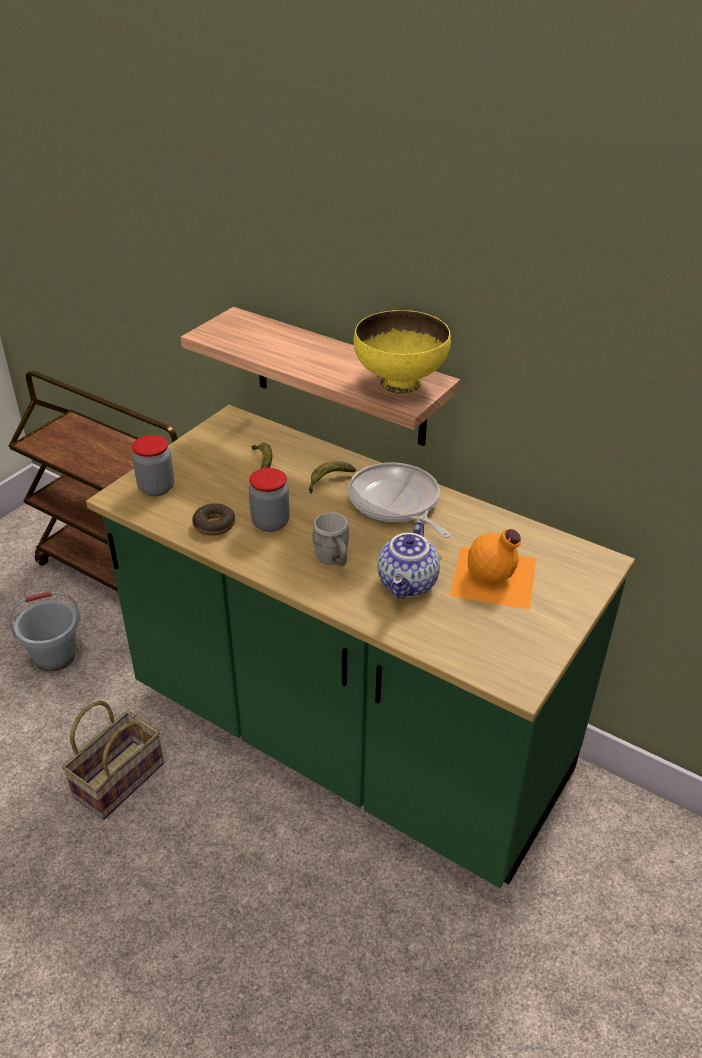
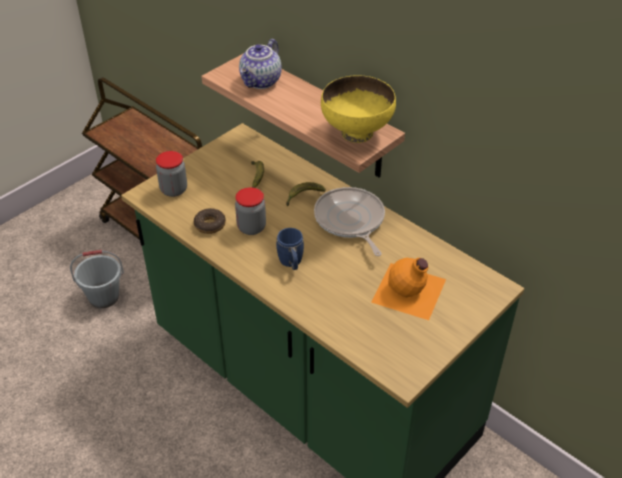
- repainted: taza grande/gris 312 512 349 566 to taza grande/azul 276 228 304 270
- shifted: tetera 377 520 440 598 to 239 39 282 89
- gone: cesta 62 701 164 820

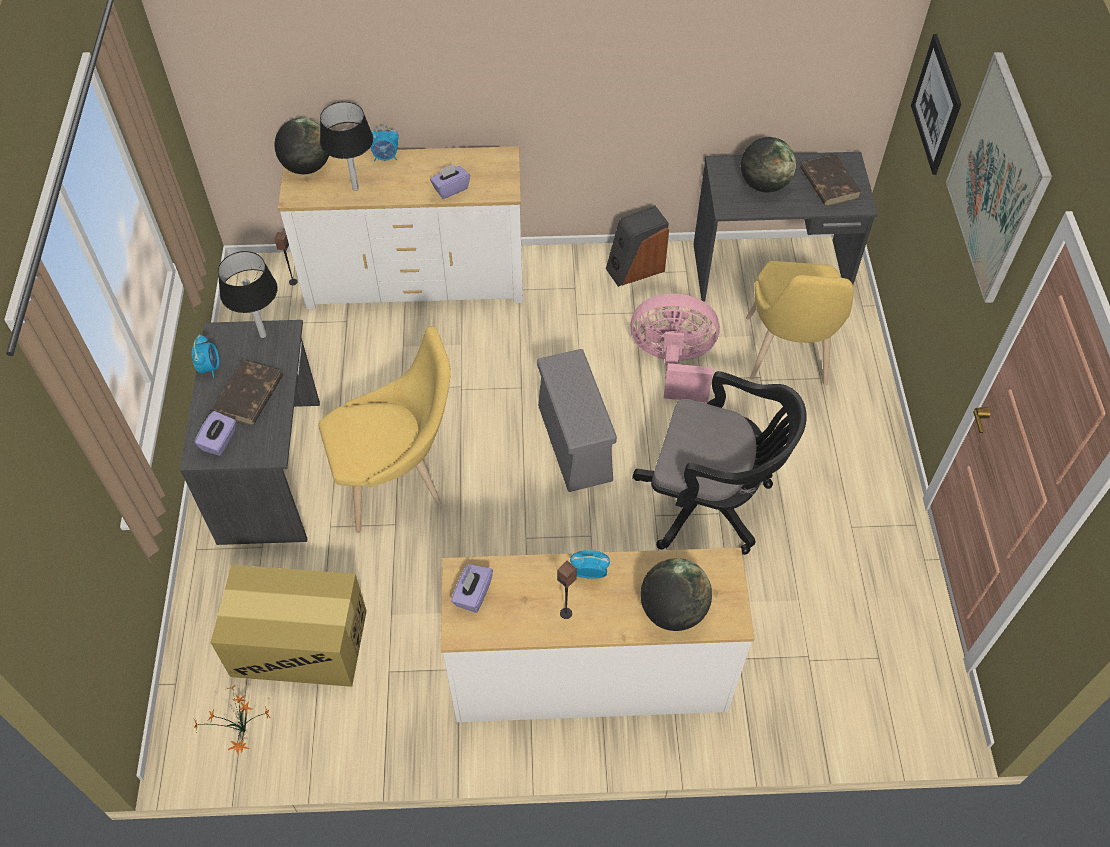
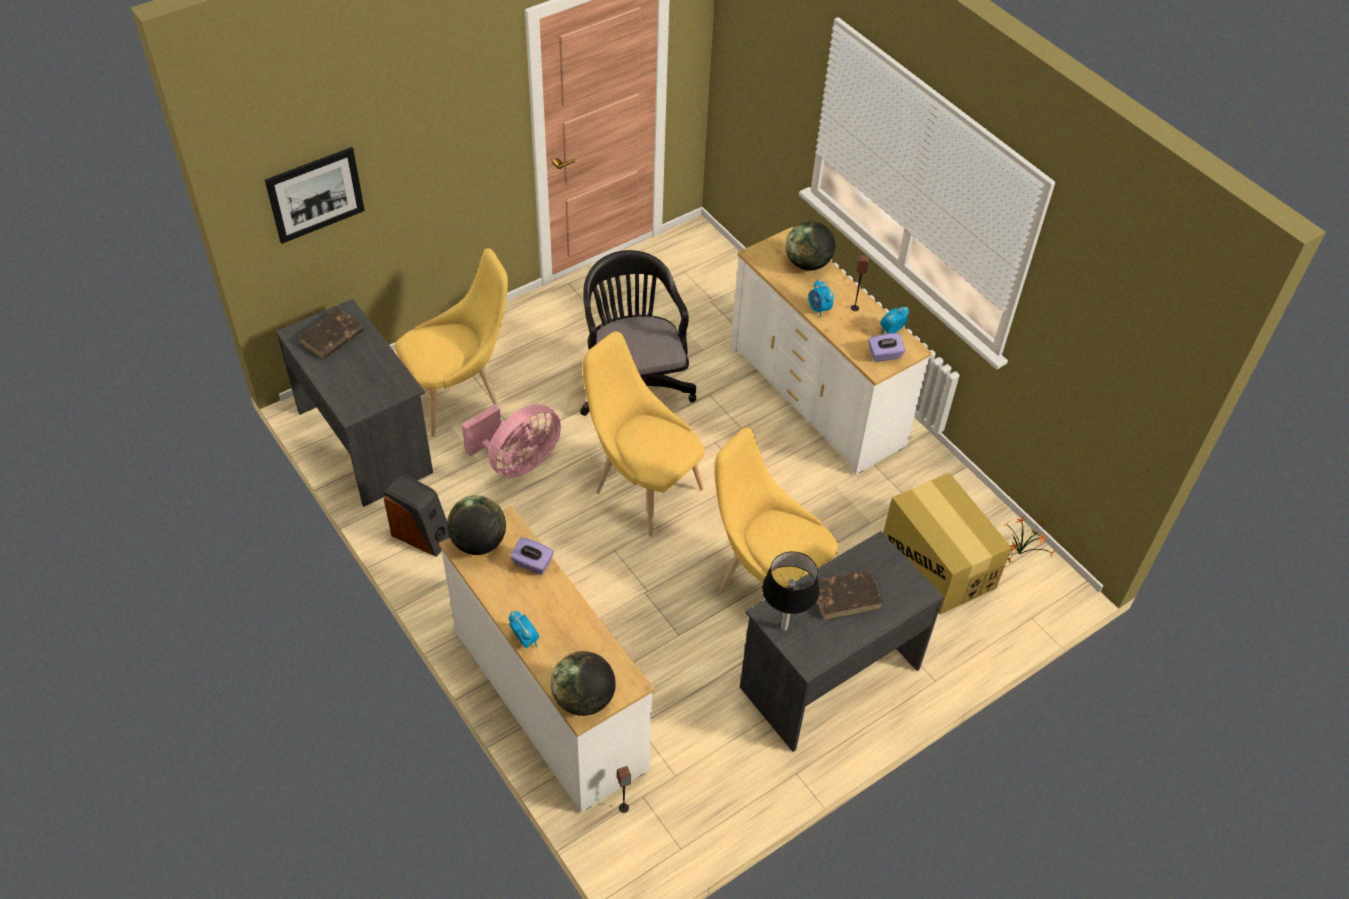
- gone: cuadro 946 52 1052 303
- gone: lámpara de mesa/negro 320 102 373 191
- shifted: globo terráqueo 741 137 796 192 to 447 495 506 555
- rotated: ventilador/rosa 630 294 720 403 = 462 404 561 478 105 degrees counterclockwise
- shifted: despertador 192 334 219 378 to 880 307 909 334
- swapped: caja de almacenaje/gris 537 349 617 492 to silla/amarillo 583 331 704 537
- gone: caja de pañuelos/morado 195 411 236 456

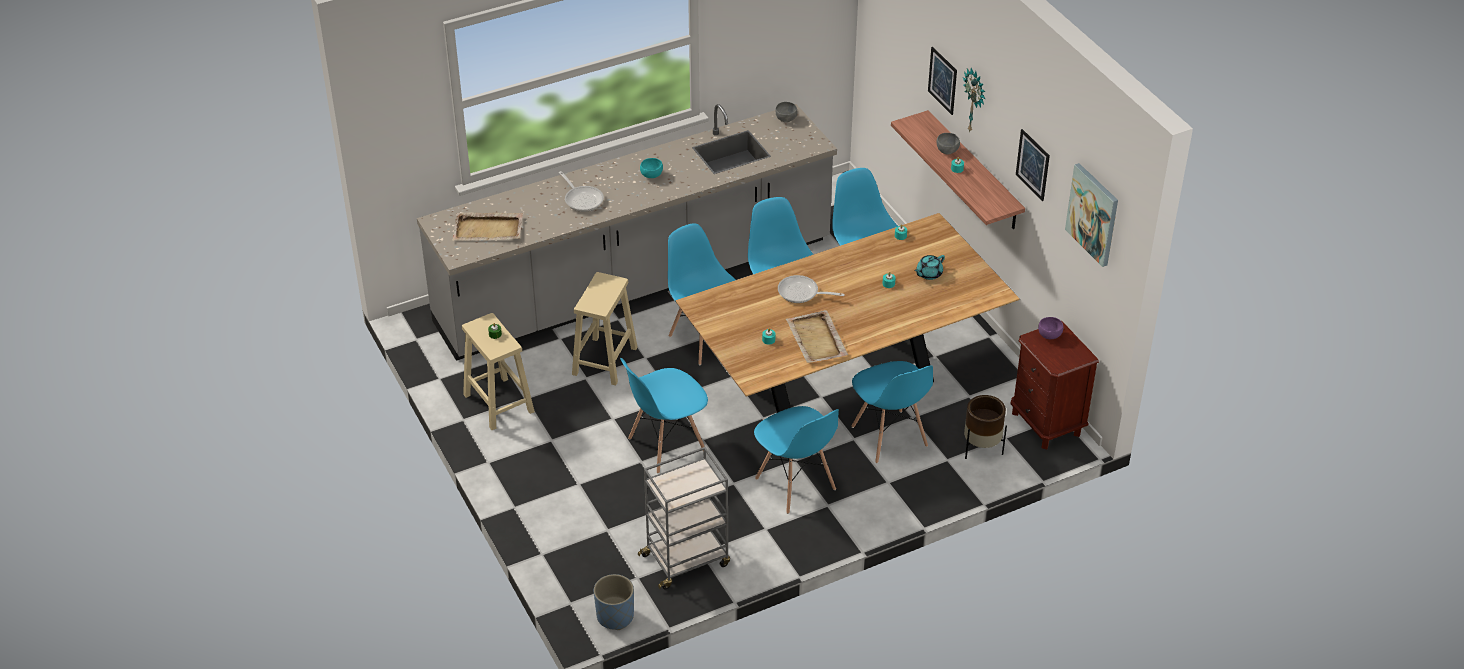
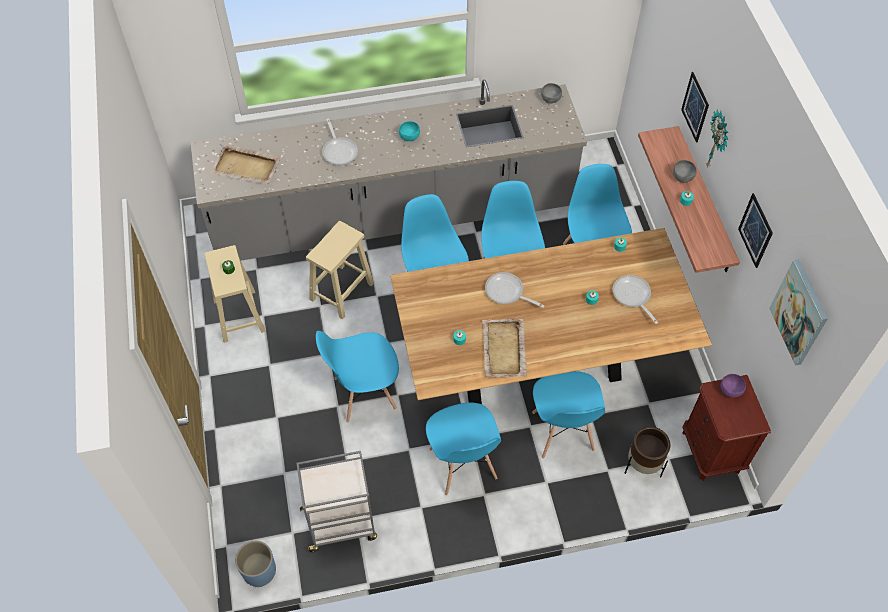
- swapped: tetera/turquesa 914 255 945 280 to sartén 613 275 658 324

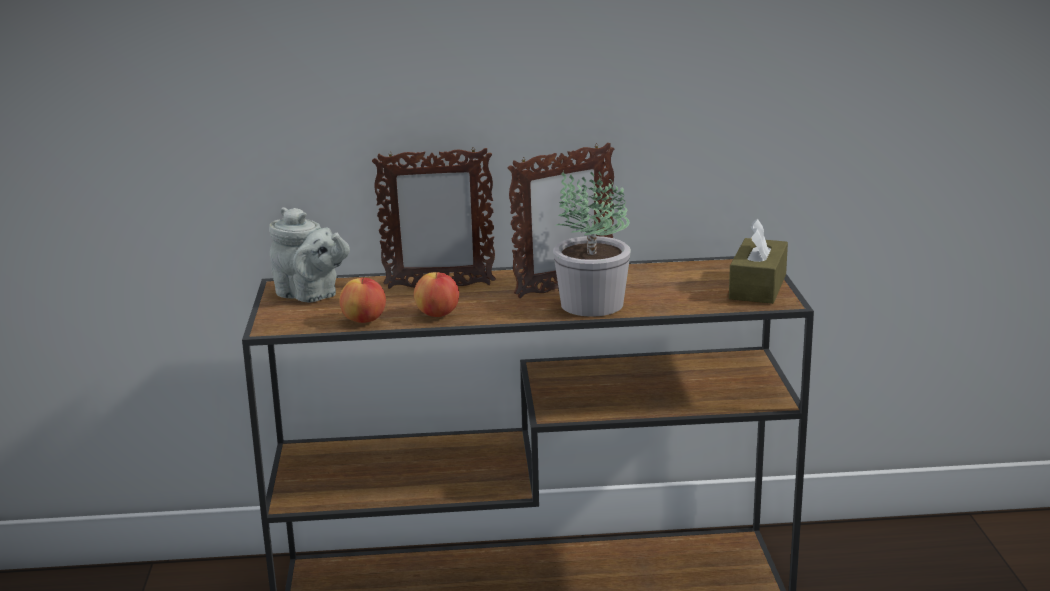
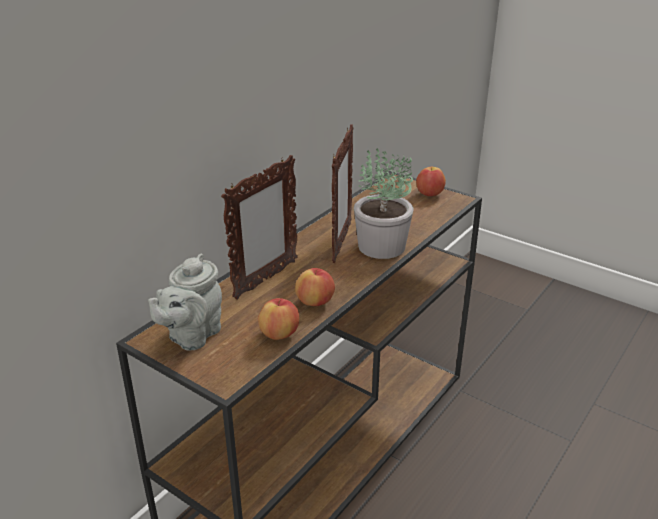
- rotated: tetera/gris 269 207 350 302 = 148 254 222 351 135 degrees clockwise
- swapped: caja de pañuelos/marrón 729 219 788 304 to manzana 416 167 446 196

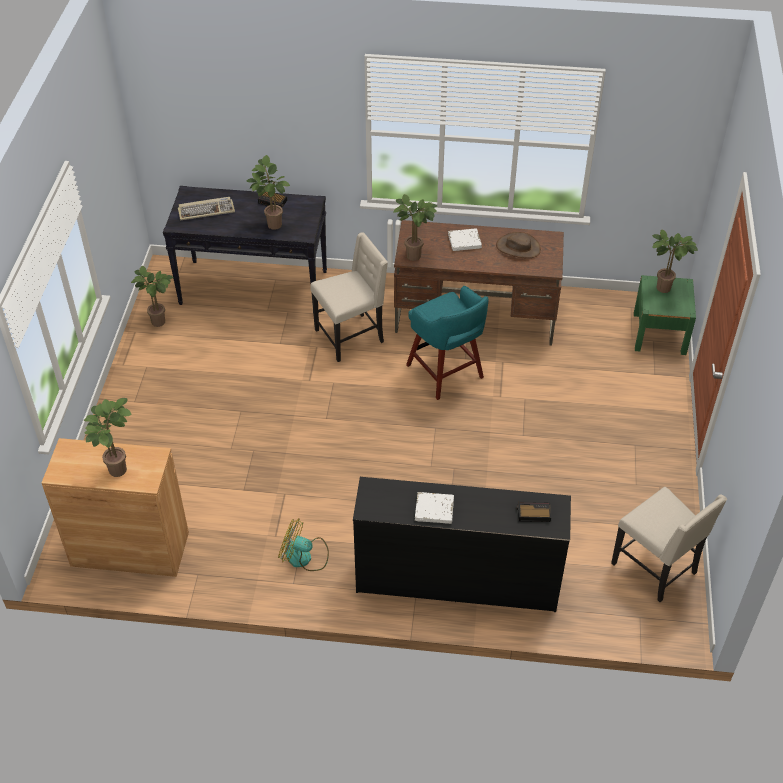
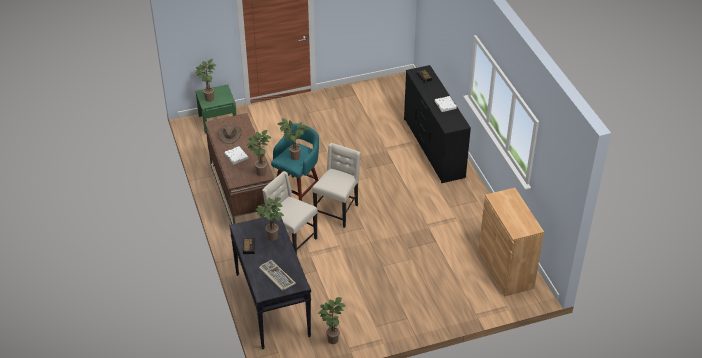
- shifted: planta en maceta 84 398 132 477 to 278 118 309 160
- shifted: silla/beis 611 487 727 602 to 312 143 361 228
- gone: ventilador 278 518 329 571

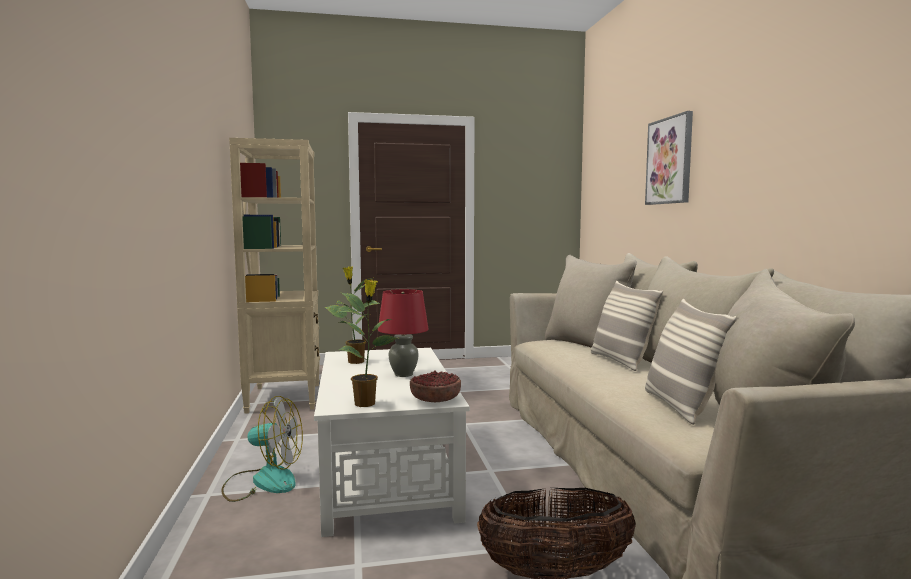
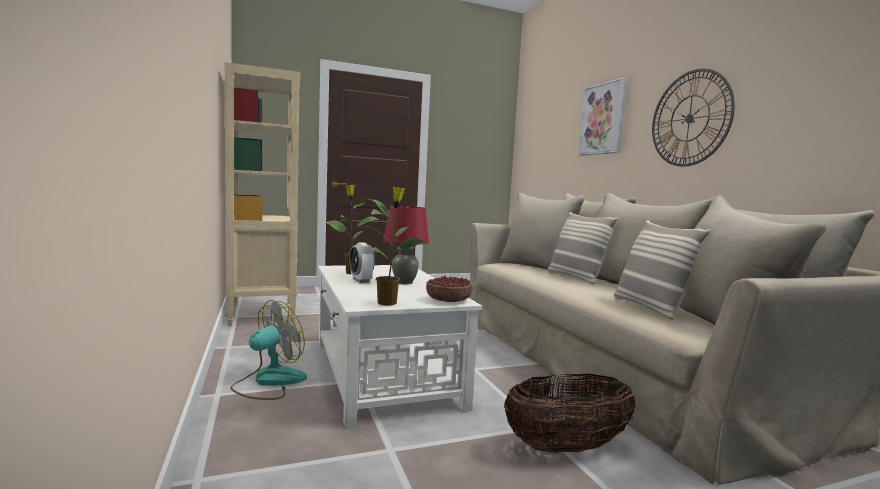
- rotated: ventilador 221 396 303 502 = 230 300 307 400 45 degrees counterclockwise
- new: reloj de pared 652 69 735 167
- new: despertador 349 242 375 283

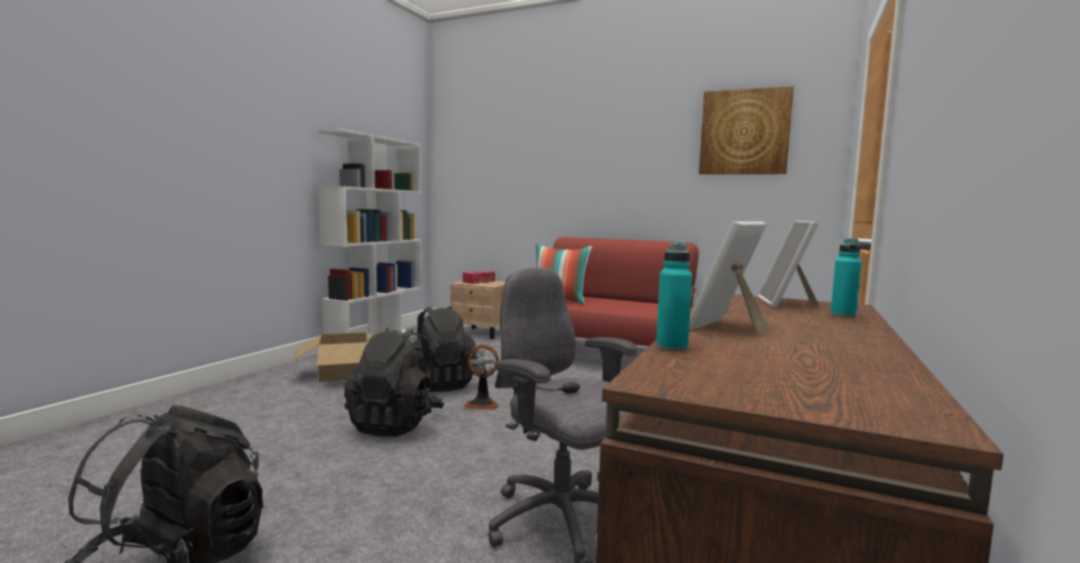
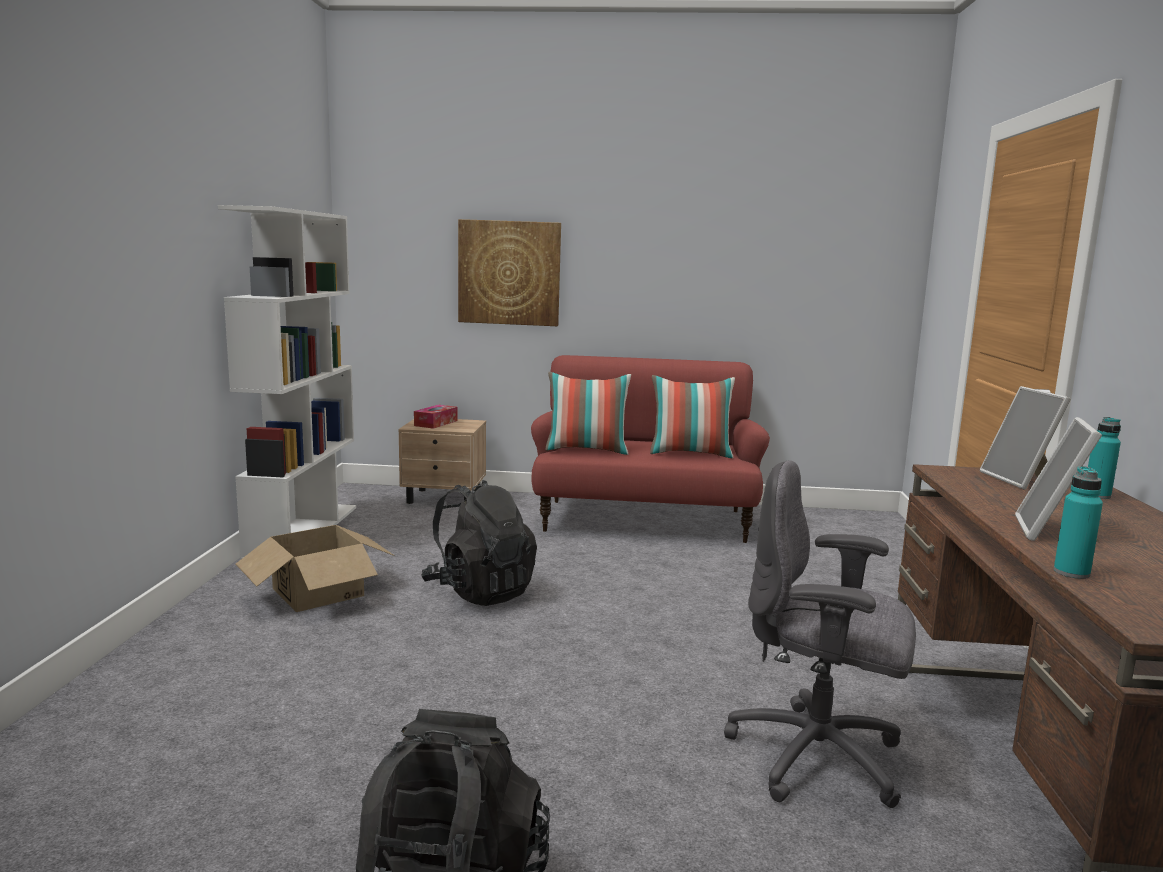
- shifted: cuadro 699 86 794 174 to 458 219 561 326
- gone: mochila/negro 344 328 445 437
- gone: ventilador 463 344 499 410
- new: cojín 650 375 735 458

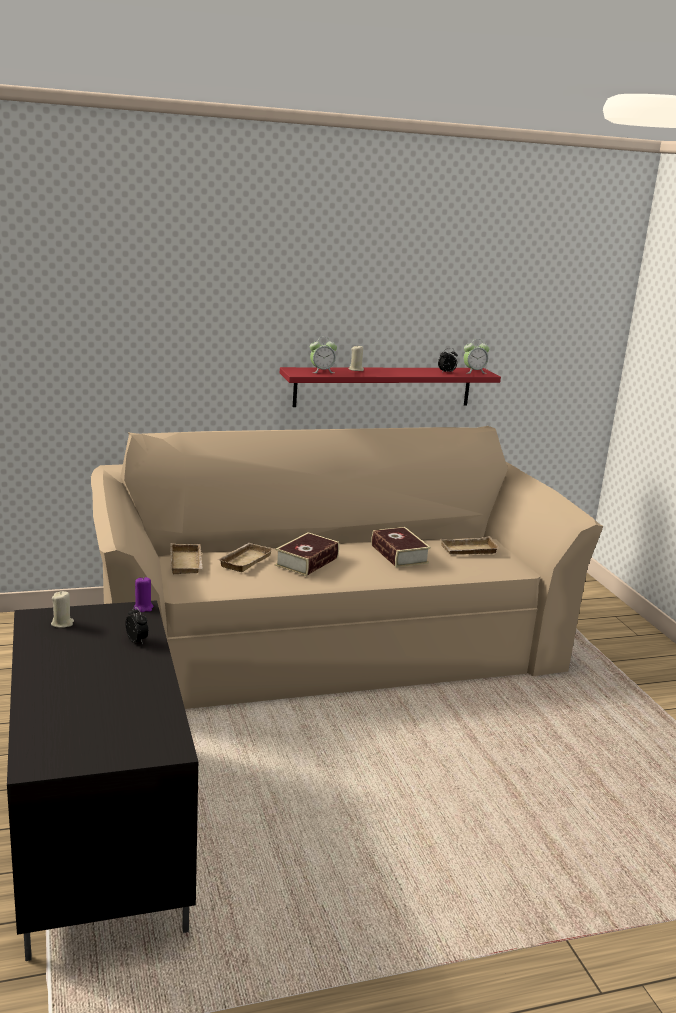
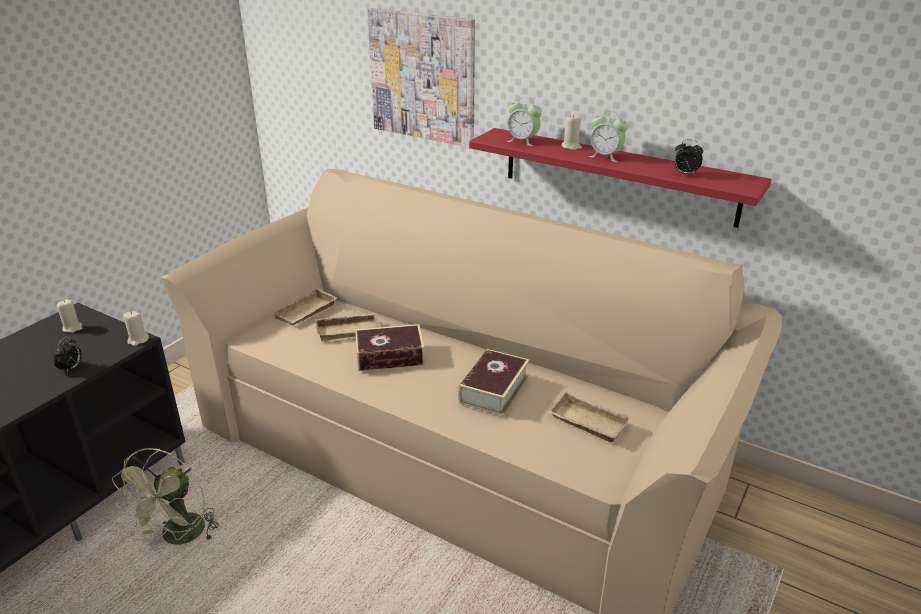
- shifted: despertador 464 339 490 374 to 588 111 628 162
- repainted: vela/morado 134 577 154 612 to vela/beis 123 311 149 346
- new: cuadro 367 8 475 147
- new: ventilador/verde 112 448 219 545

